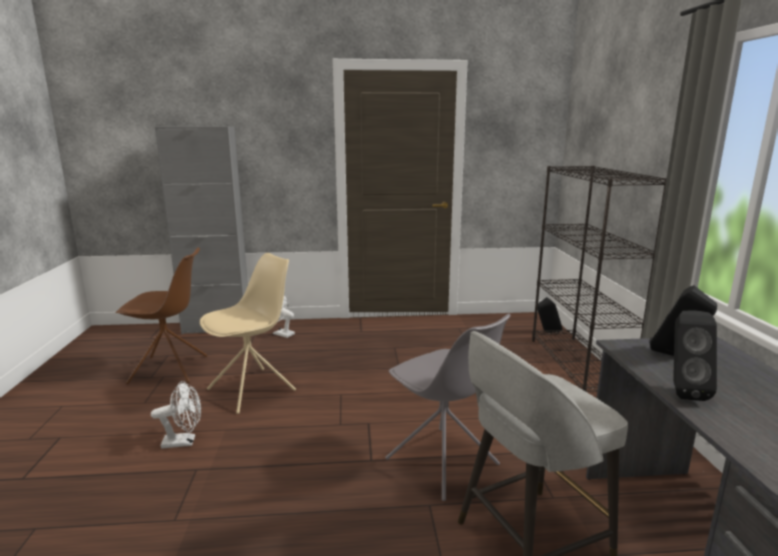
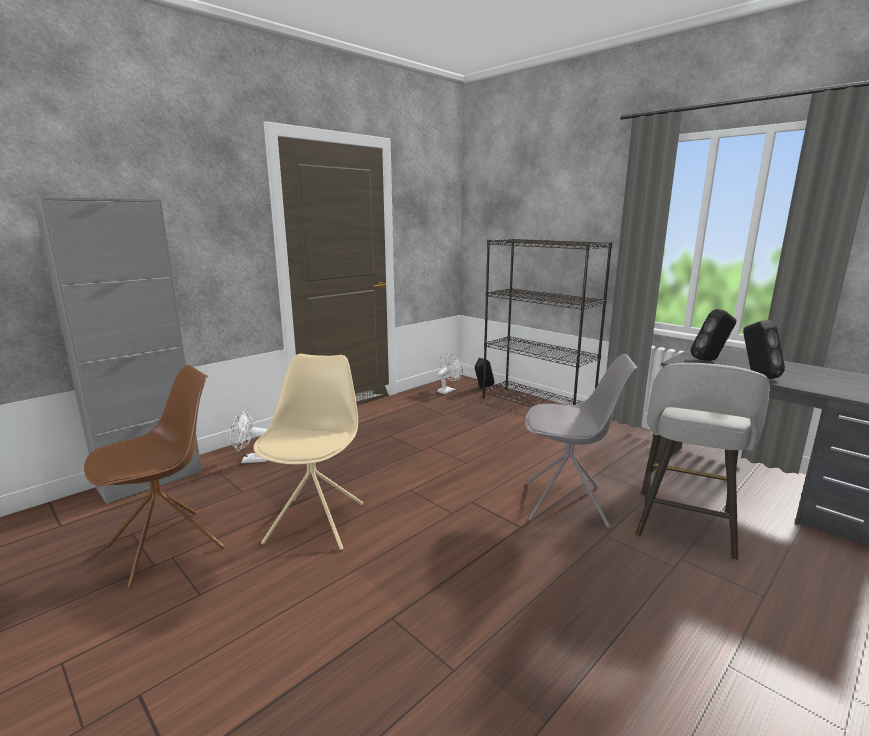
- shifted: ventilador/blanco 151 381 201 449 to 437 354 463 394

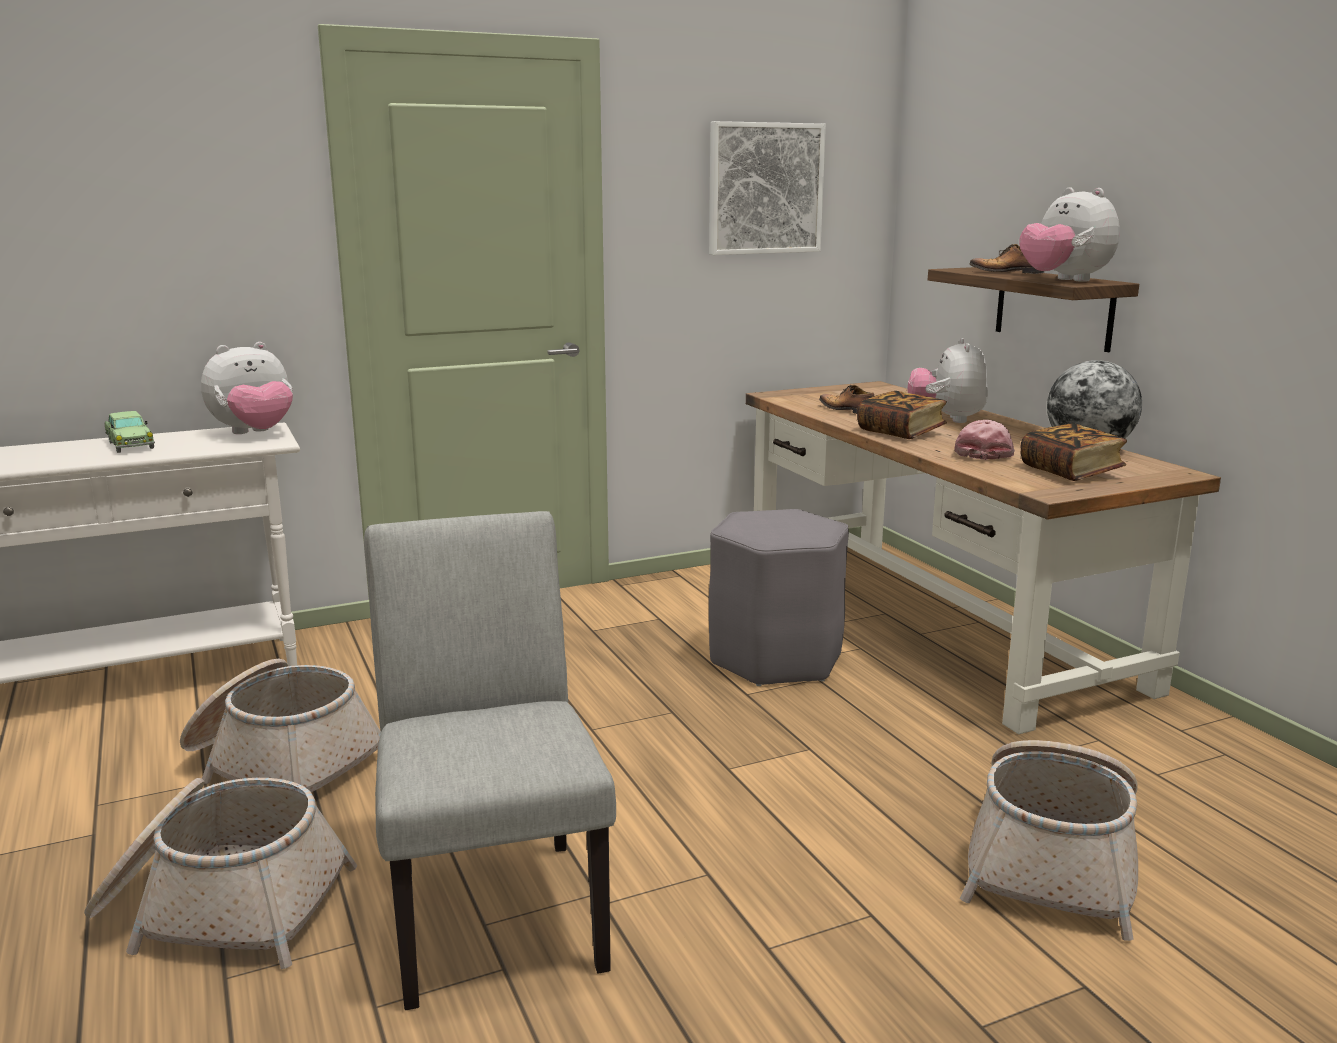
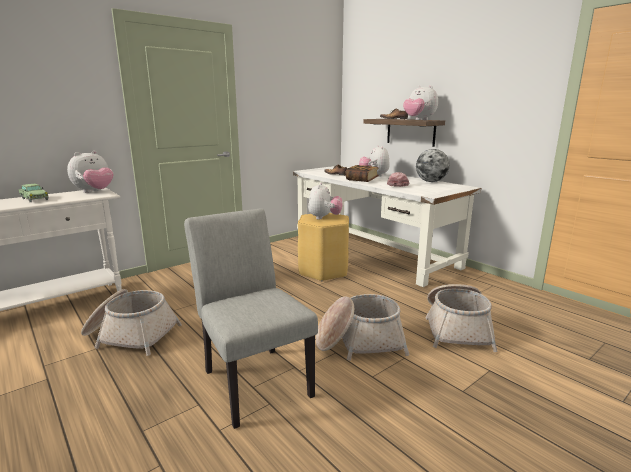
- gone: cuadro 709 121 826 255
- repainted: escritorio/marrón 746 381 1221 734 to escritorio/blanco 293 166 482 287
- gone: libro 1021 423 1127 481
- repainted: taburete/gris 709 509 849 686 to taburete/amarillo 298 213 349 281
- shifted: cesta 84 778 358 969 to 316 294 410 361
- new: peluche 308 183 343 219

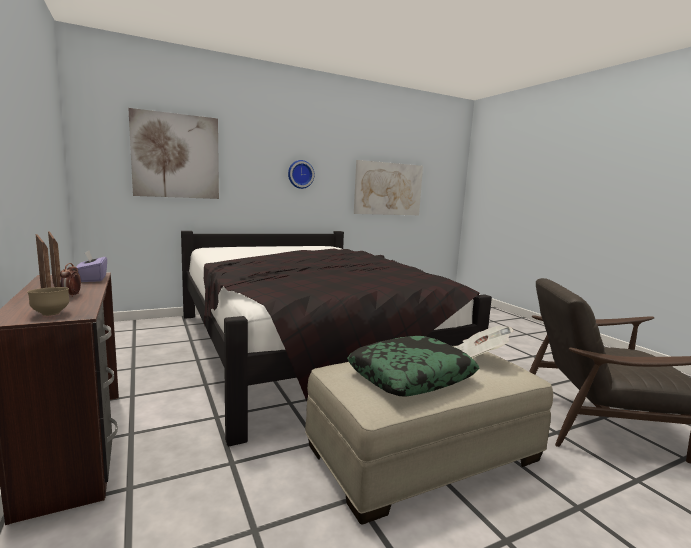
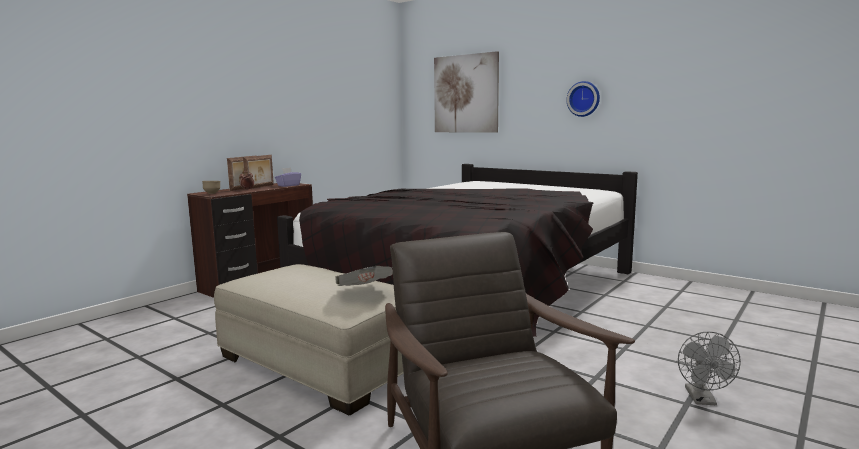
- gone: cuadro 354 160 423 215
- gone: cojín 347 336 479 397
- new: ventilador/gris 678 331 741 405

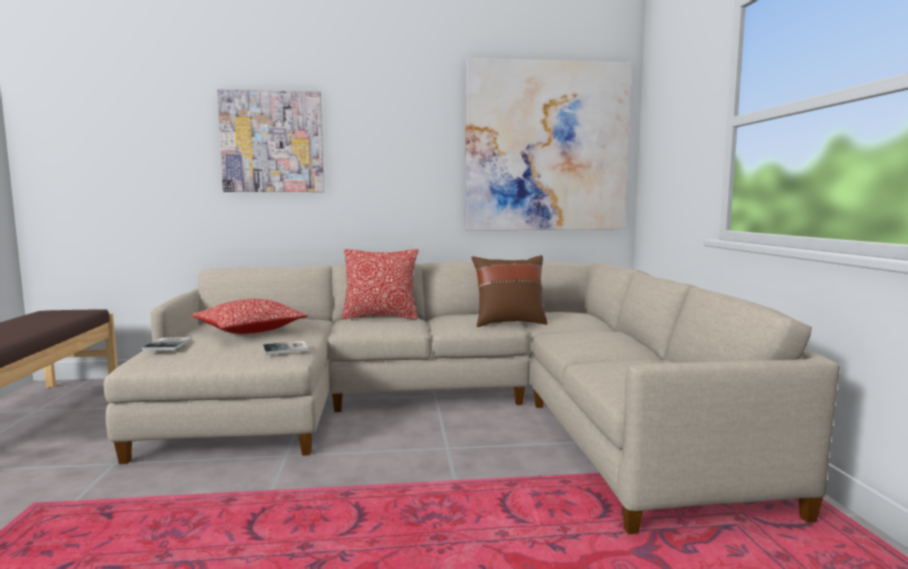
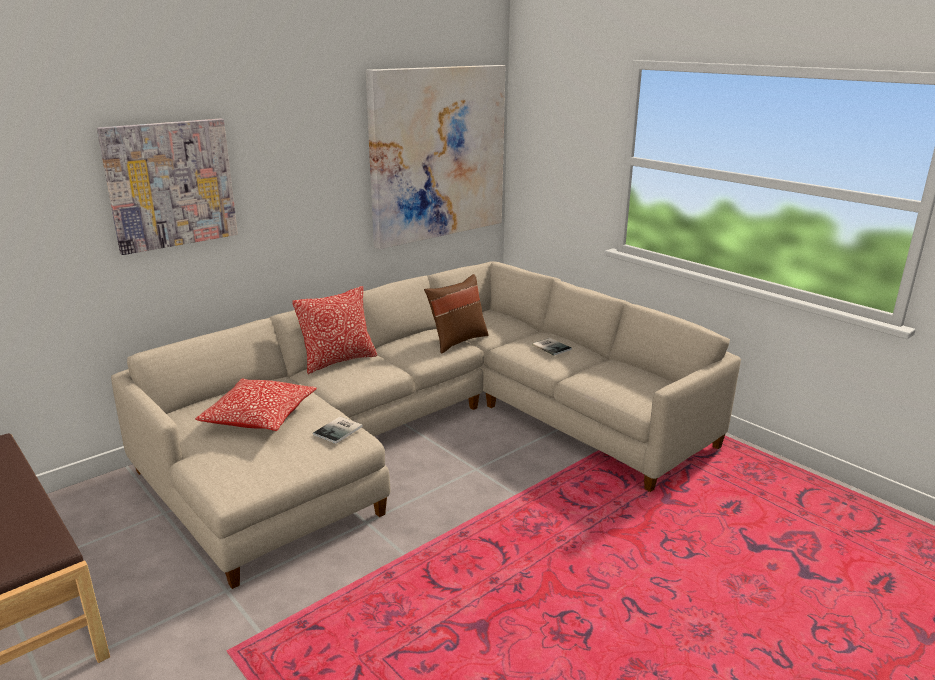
- shifted: libro 142 337 192 350 to 532 338 572 356

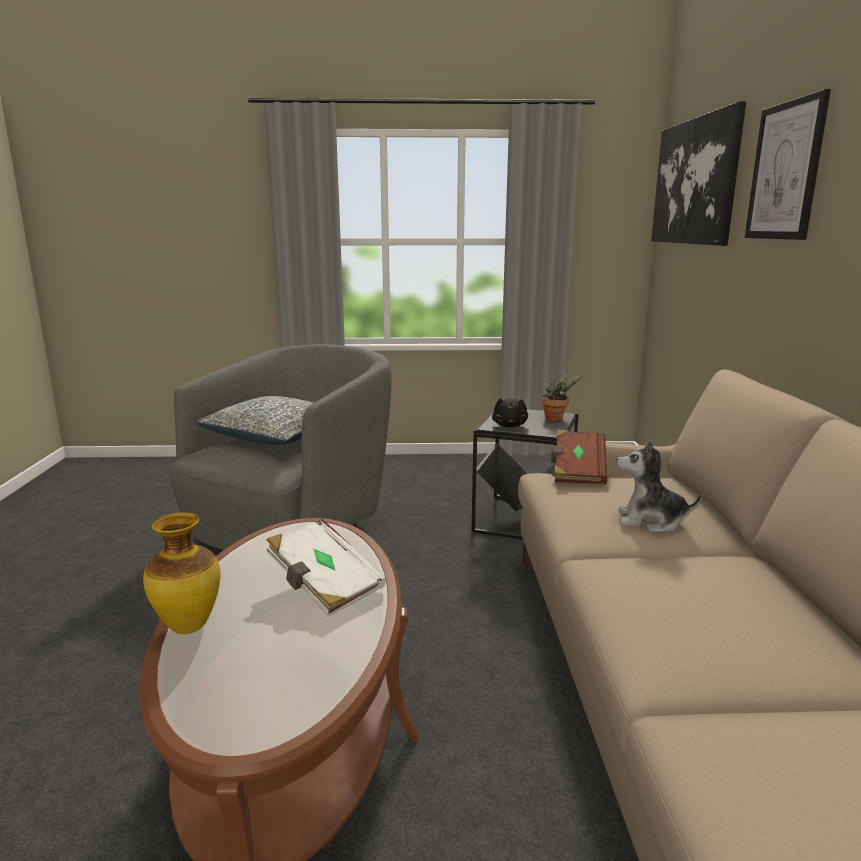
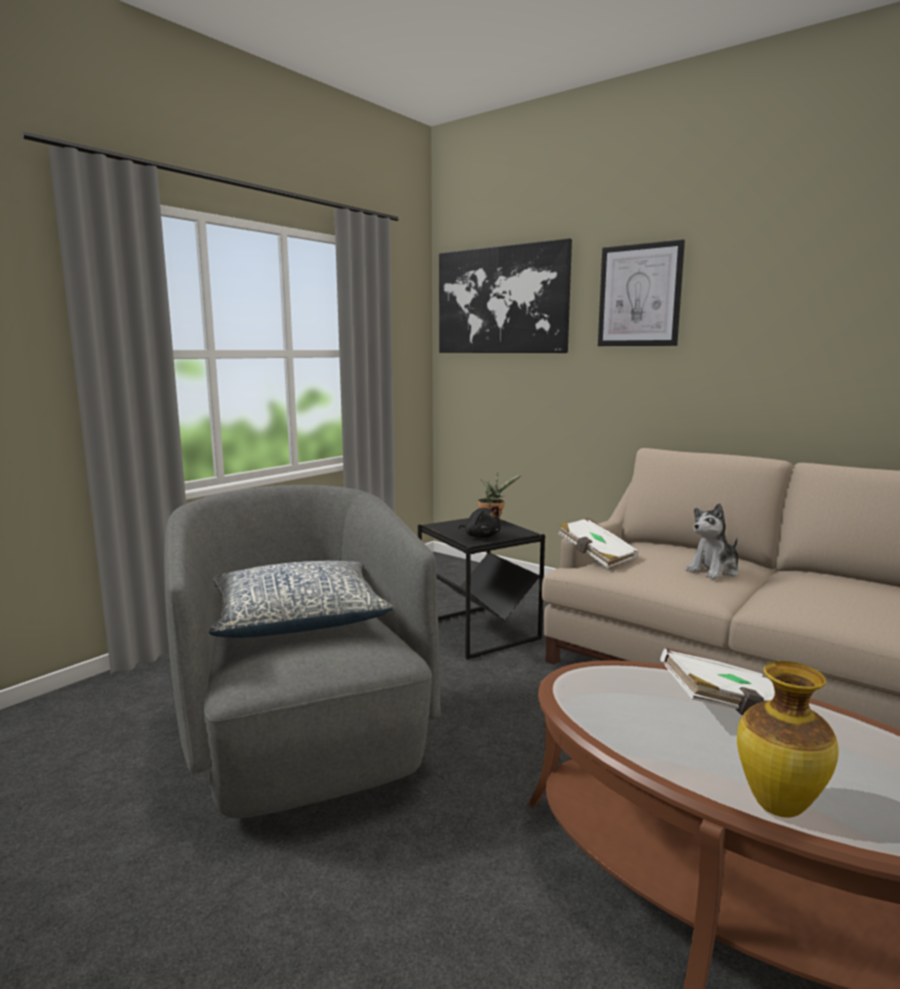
- repainted: libro/marrón 551 429 607 484 to libro/blanco 558 518 638 568

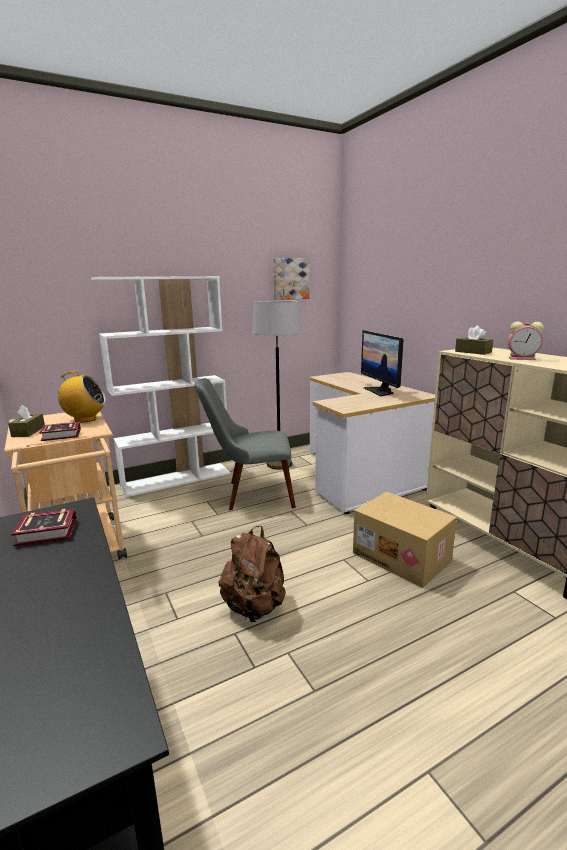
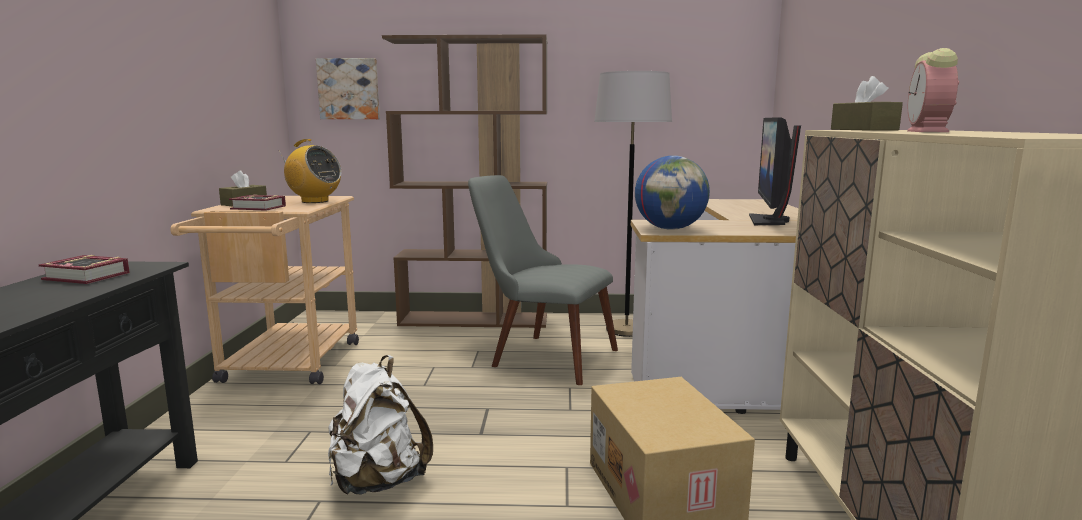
- shifted: cuadro 273 258 310 300 to 316 58 380 119
- repainted: estantería/blanco 91 276 231 497 to estantería/marrón 382 34 547 328
- rotated: despertador 507 321 544 360 = 907 48 959 132 60 degrees clockwise
- repainted: mochila/marrón 219 525 286 622 to mochila/blanco 328 355 433 495
- new: globo terráqueo 635 156 710 230

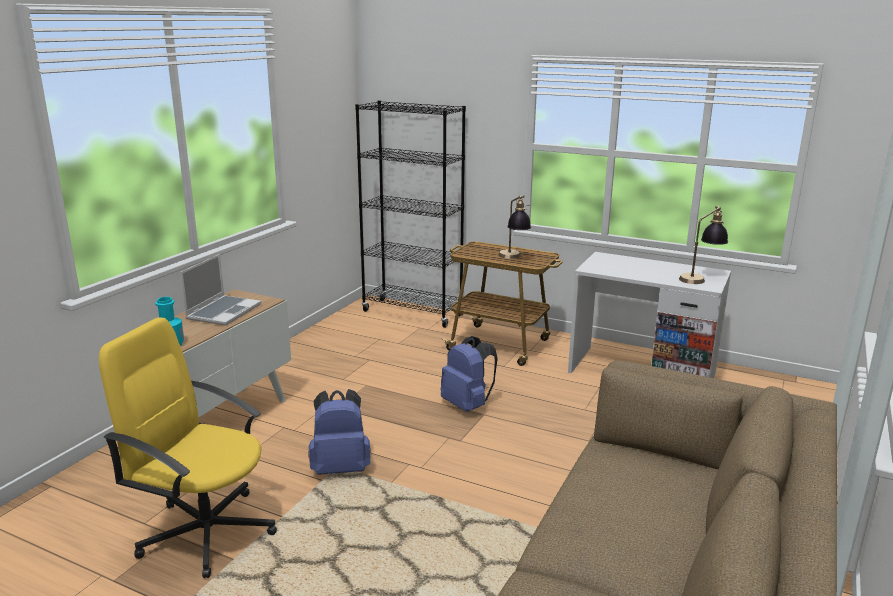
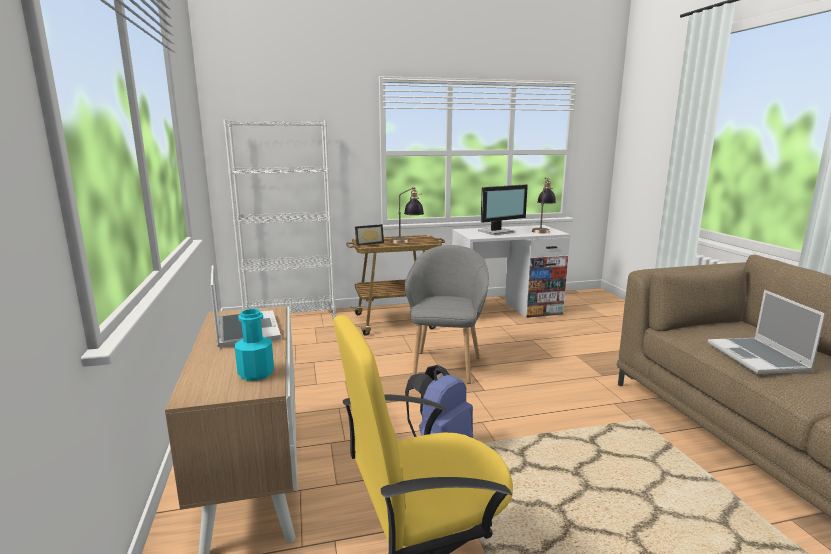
- repainted: estantería/negro 355 100 466 328 to estantería/blanco 223 120 337 322
- swapped: mochila/azul 441 336 498 412 to sillón/gris 405 245 489 384
- new: monitor 478 184 528 235
- new: portarretratos 355 224 384 246
- new: portátil 708 290 825 374

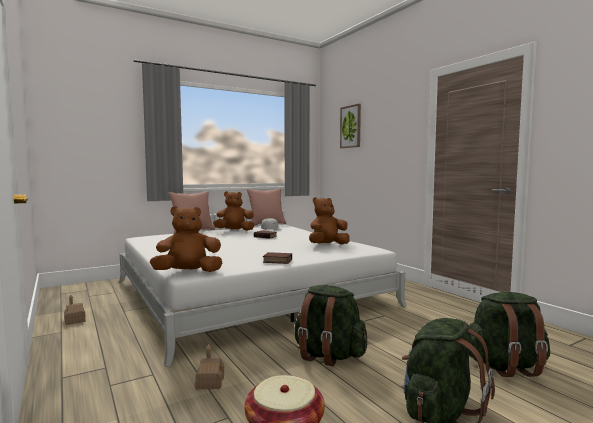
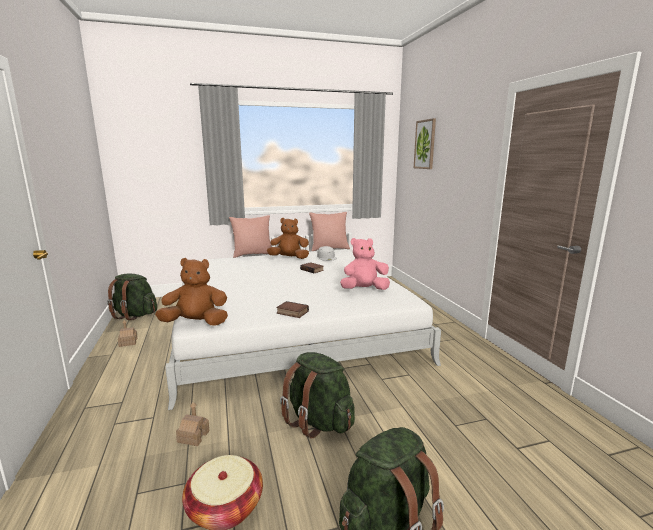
- repainted: peluche/marrón 309 197 350 245 to peluche/rosa 340 238 390 290
- shifted: mochila/verde 469 292 550 377 to 107 273 157 320

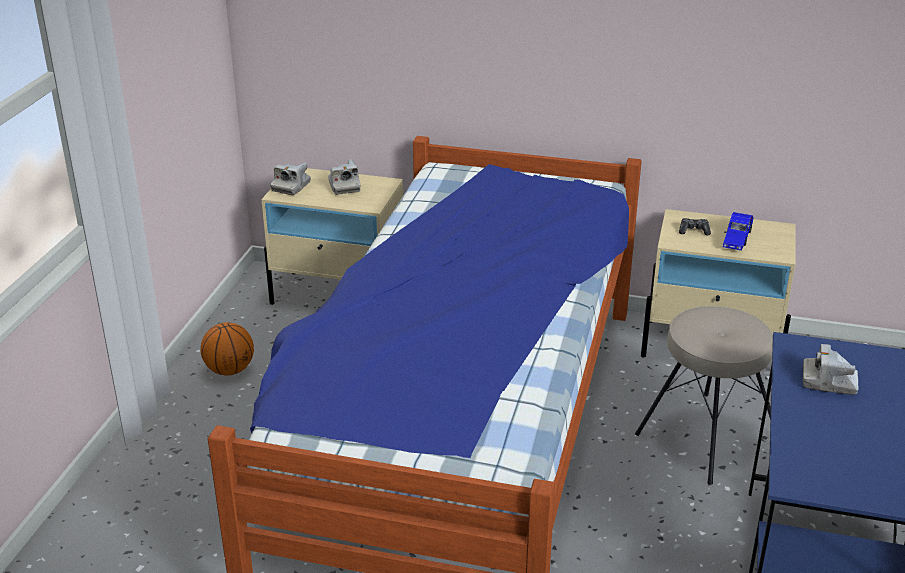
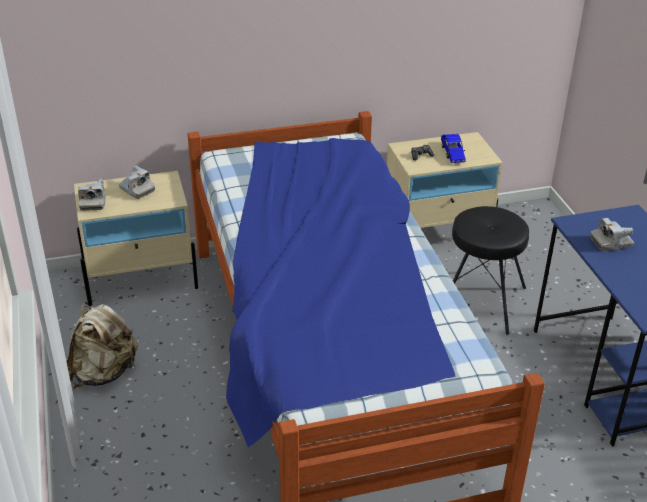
- repainted: taburete/beis 635 306 773 485 to taburete/negro 452 206 529 335
- swapped: balón de baloncesto 200 322 254 376 to mochila/beis 67 302 138 387

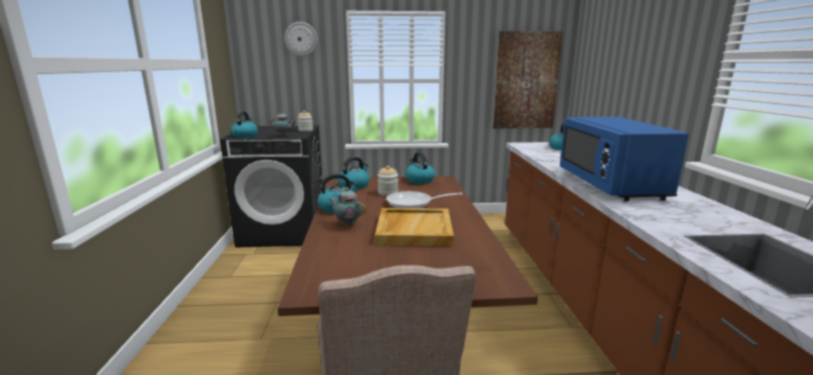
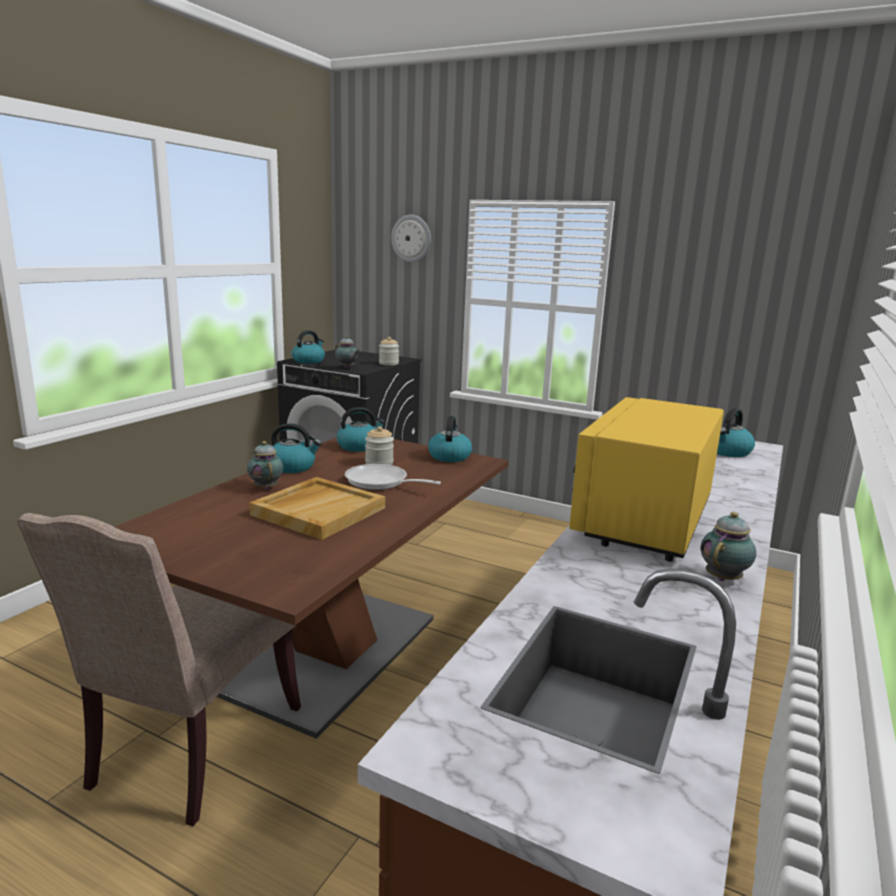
- gone: cuadro 493 31 563 128
- repainted: microondas/azul 560 117 689 201 to microondas/amarillo 569 397 724 561
- new: tetera 701 512 756 581

